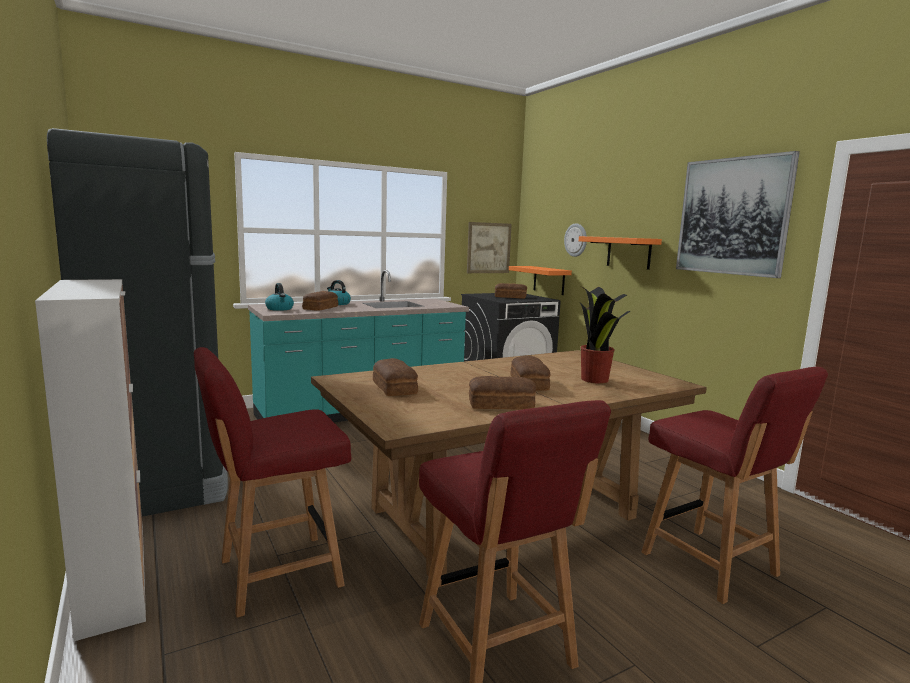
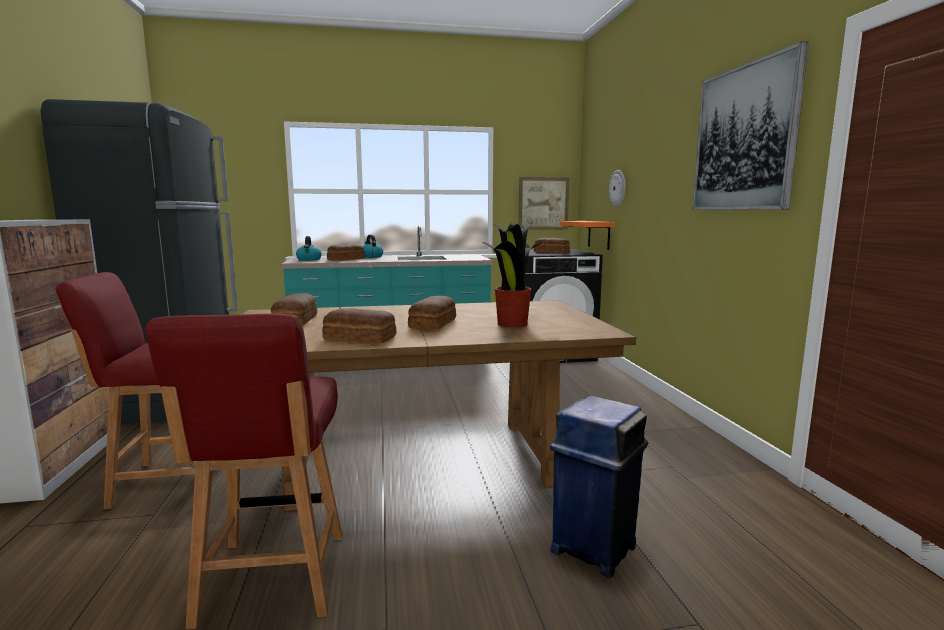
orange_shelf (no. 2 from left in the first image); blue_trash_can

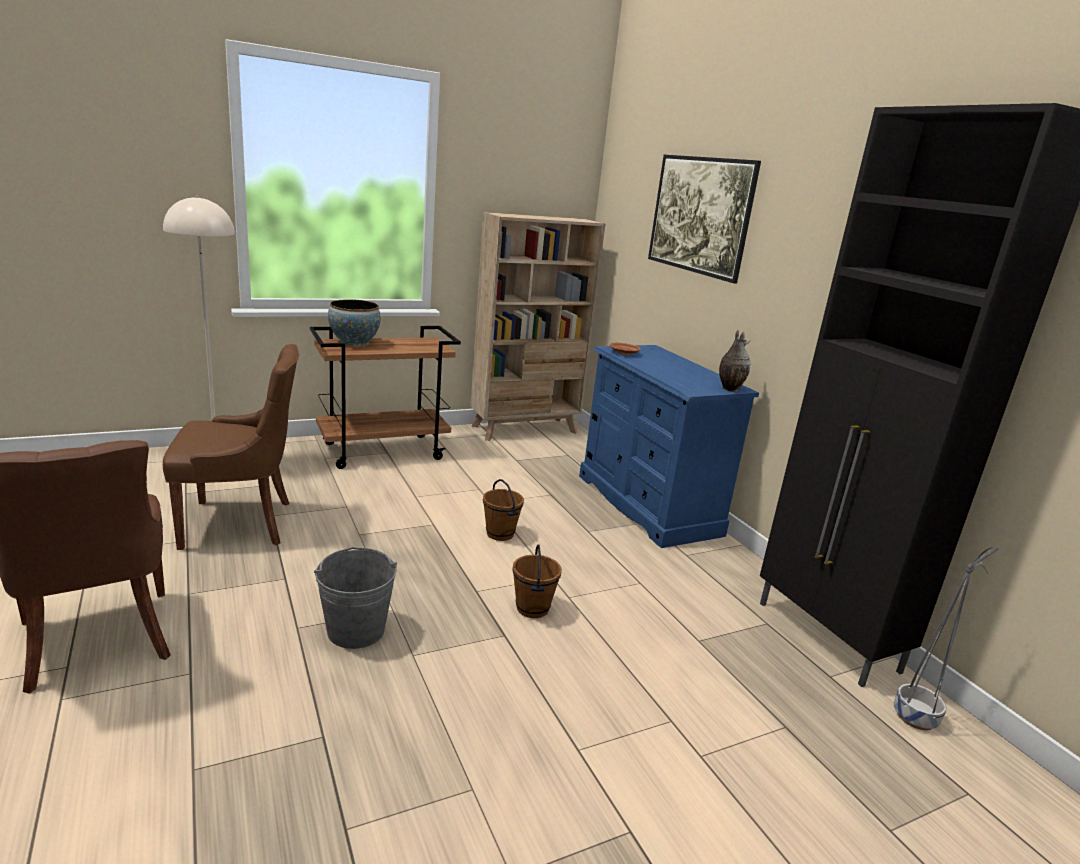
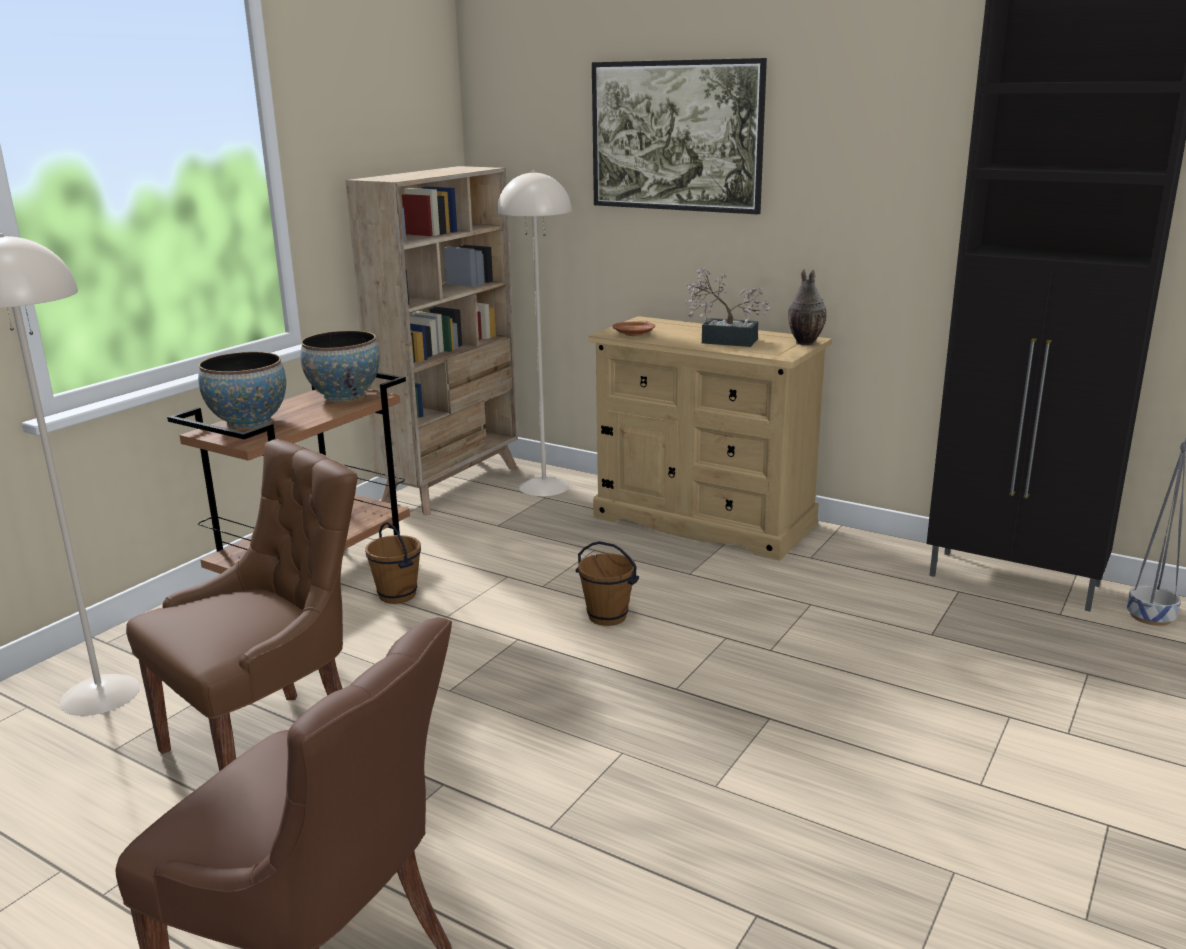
beige_dresser; brown_bucket (no. 1 from left); grey_bucket; beige_floor_lamp (no. 2 from left); potted_plant; bowl (no. 2 from left)

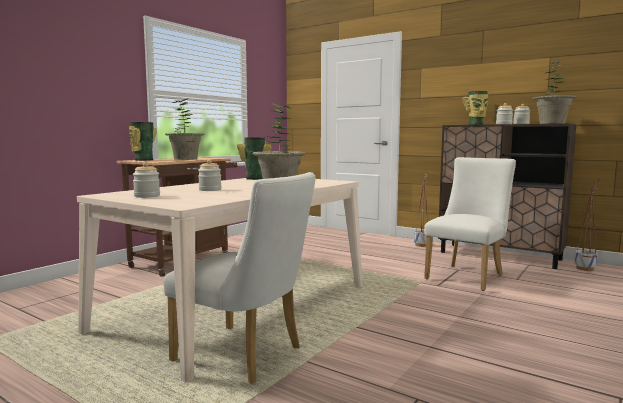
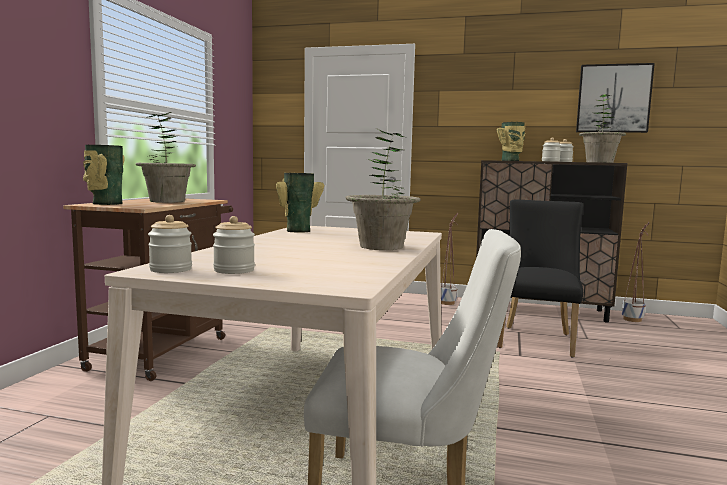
black_chair; jar (no. 1 from left); picture

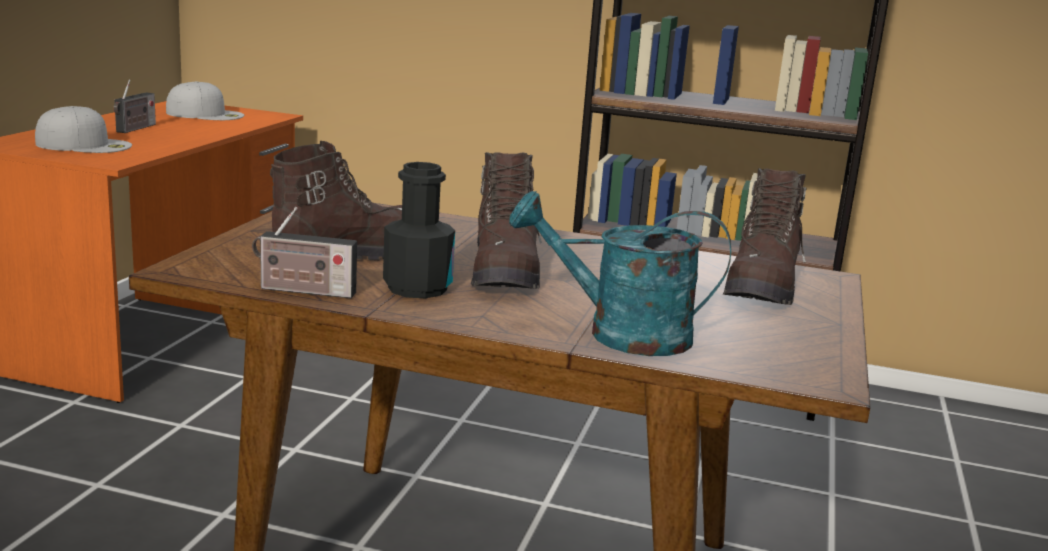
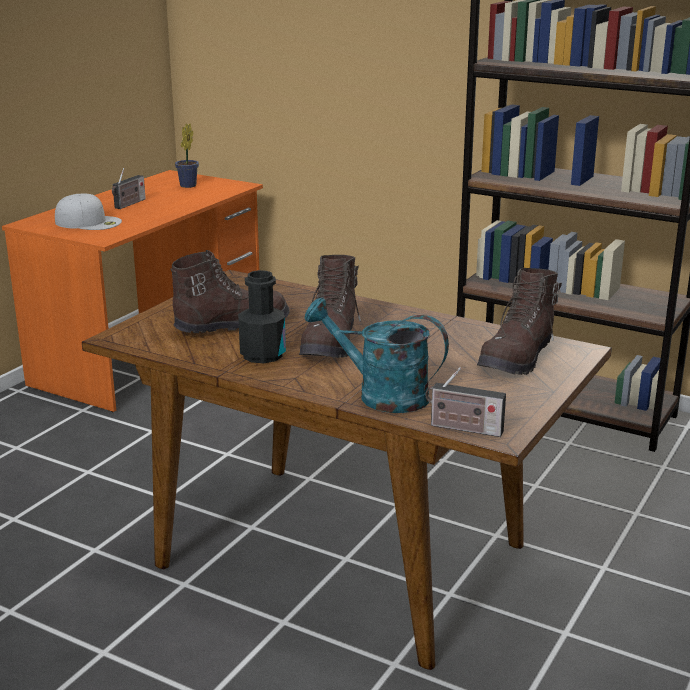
potted_plant; radio (no. 2 from left)

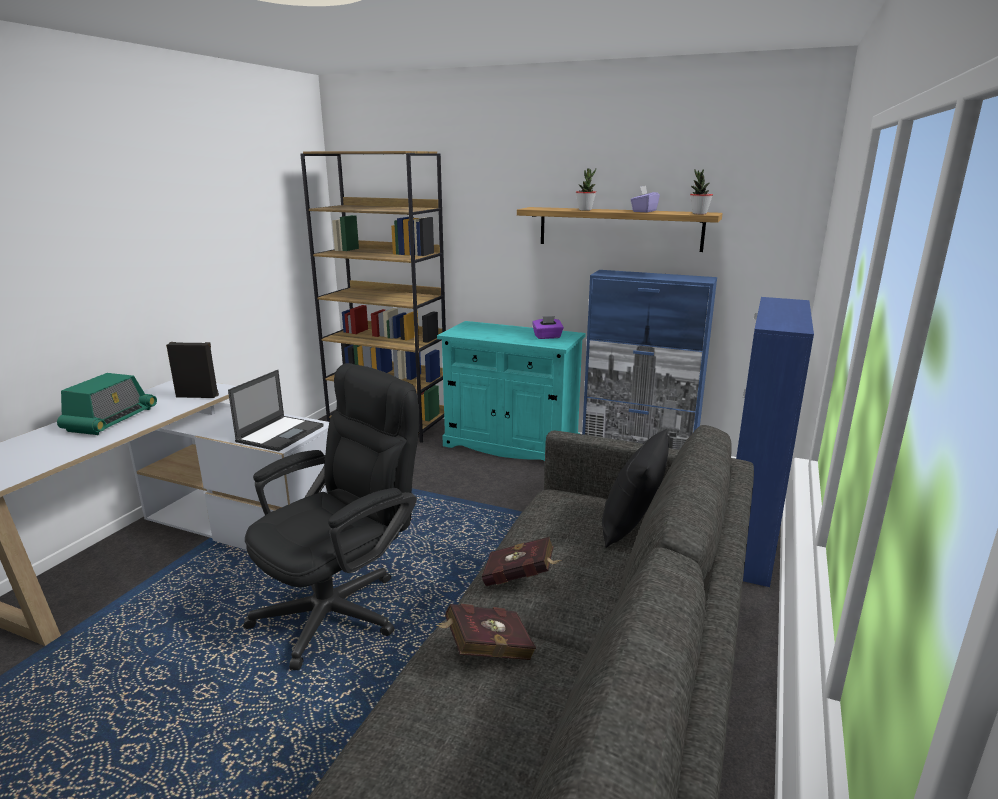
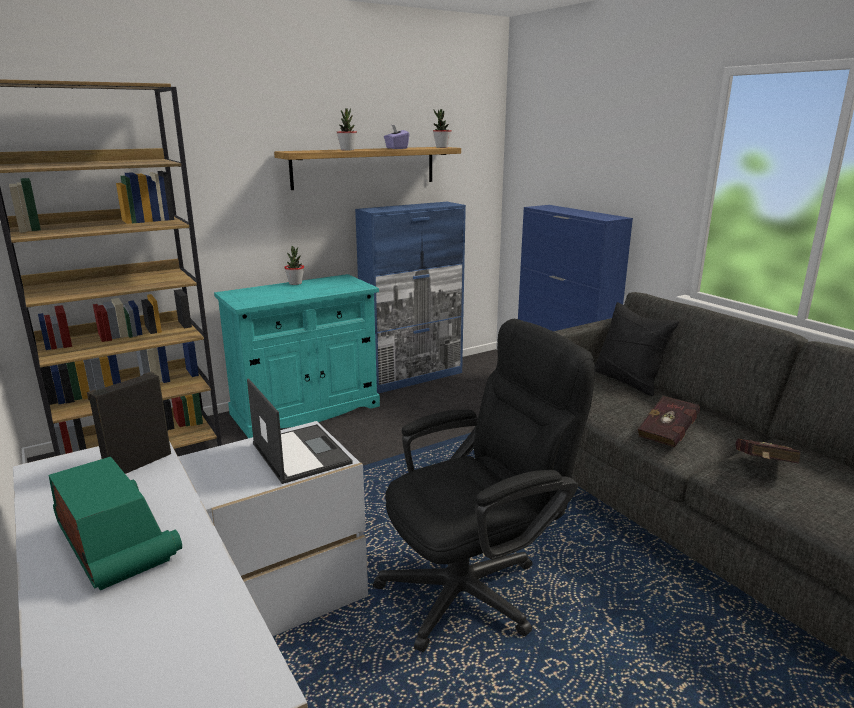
purple_tissue_box (no. 1 from left in the first image); black_office_chair; potted_plant (no. 1 from left)

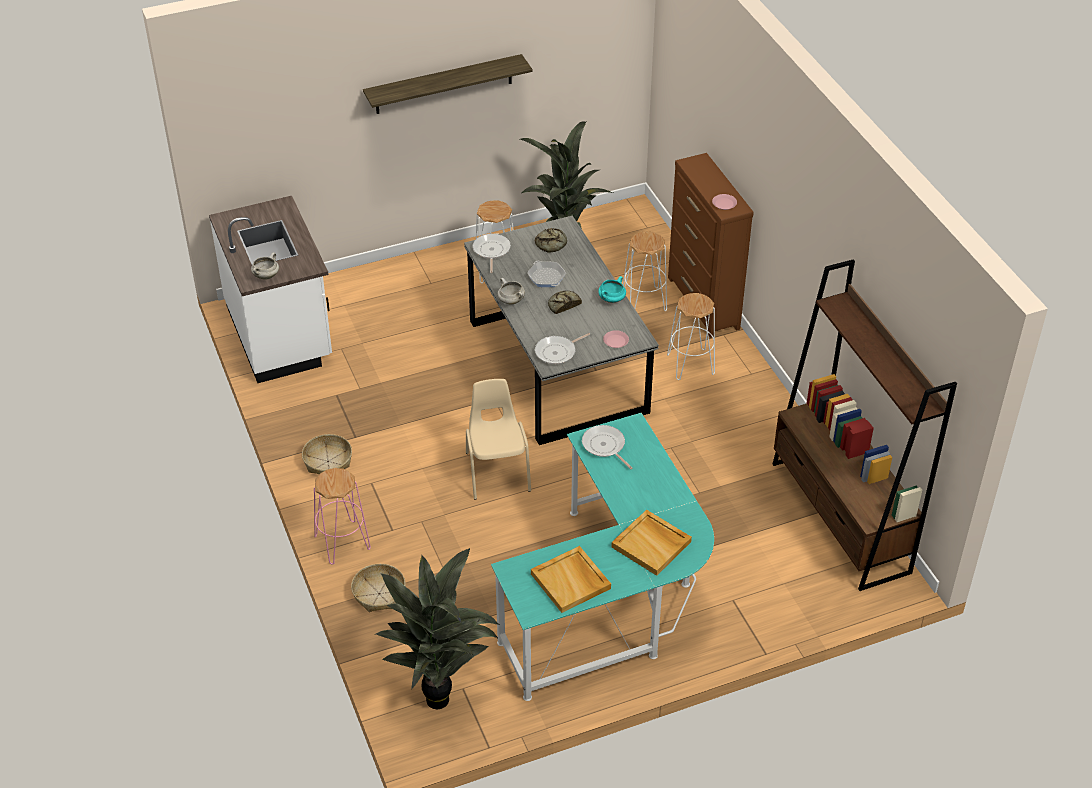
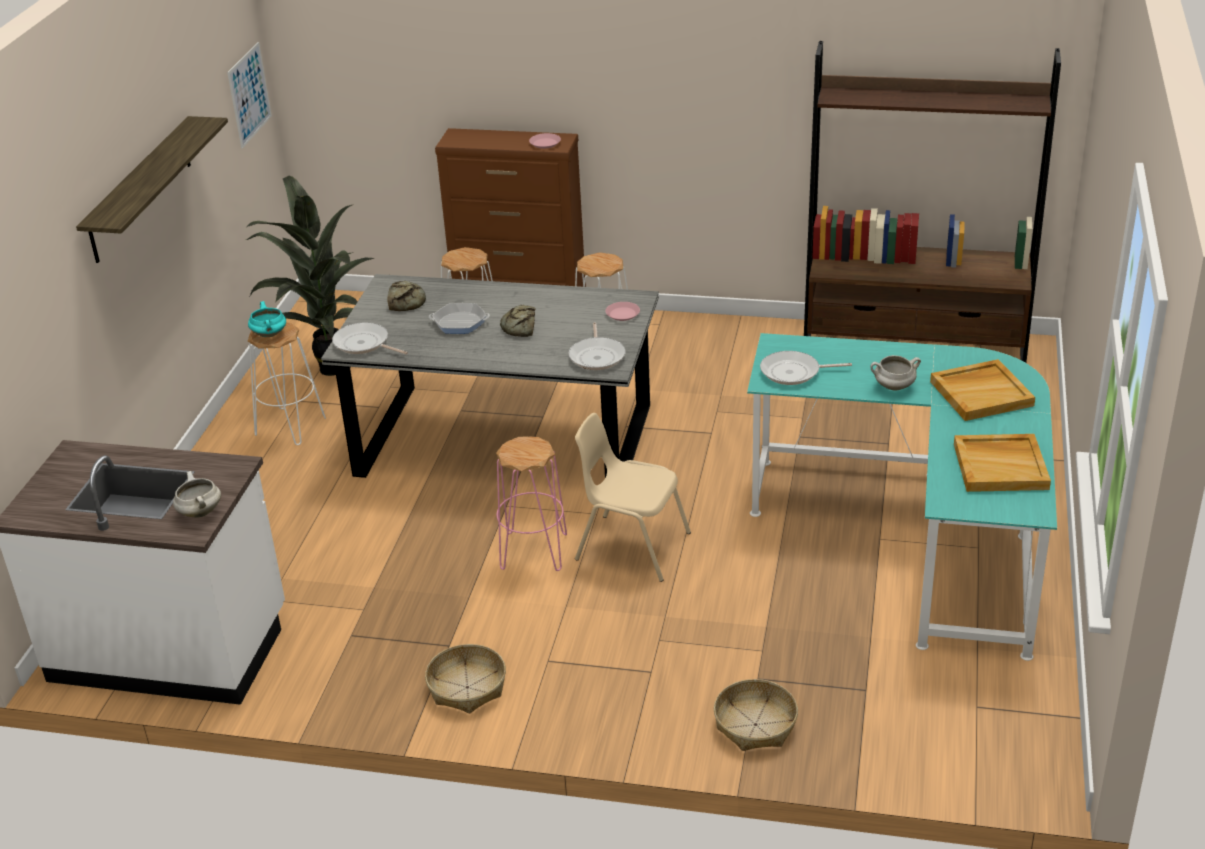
turquoise_cooking_pot; white_cooking_pot (no. 2 from left); pink_stool; potted_plant (no. 1 from left in the first image); picture

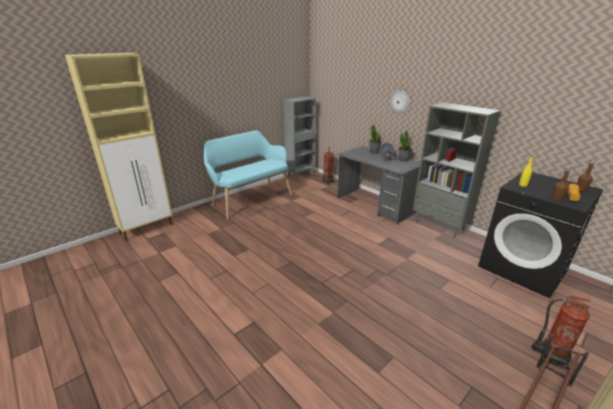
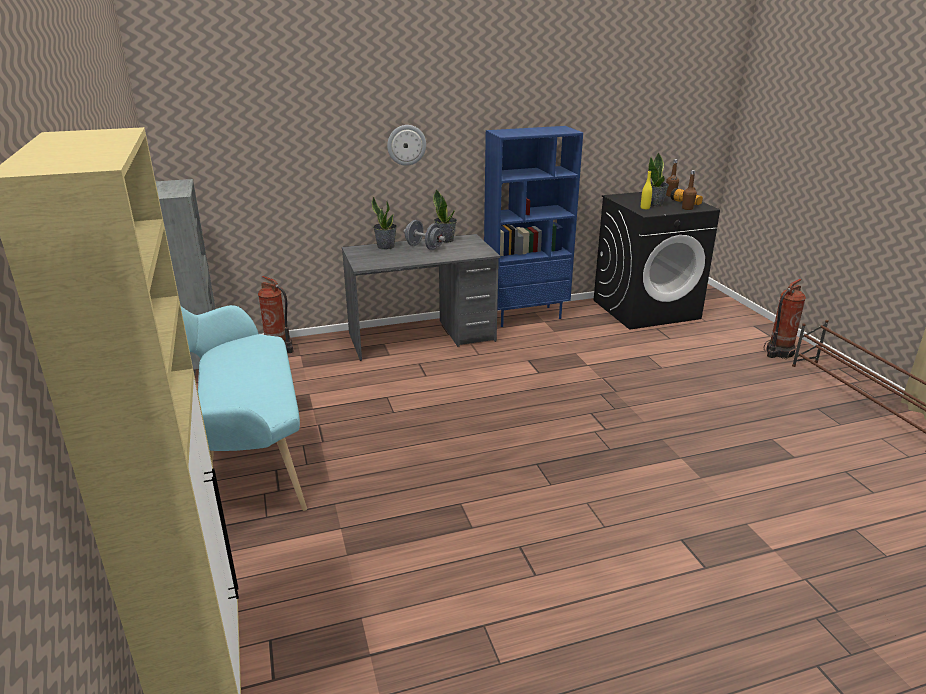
blue_bookcase; potted_plant (no. 3 from left)

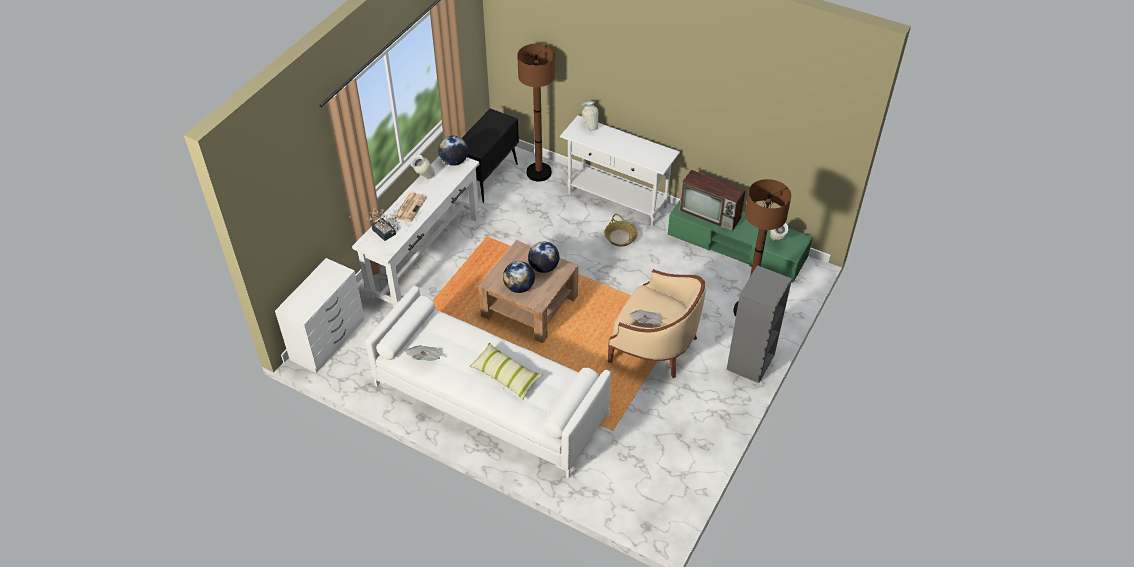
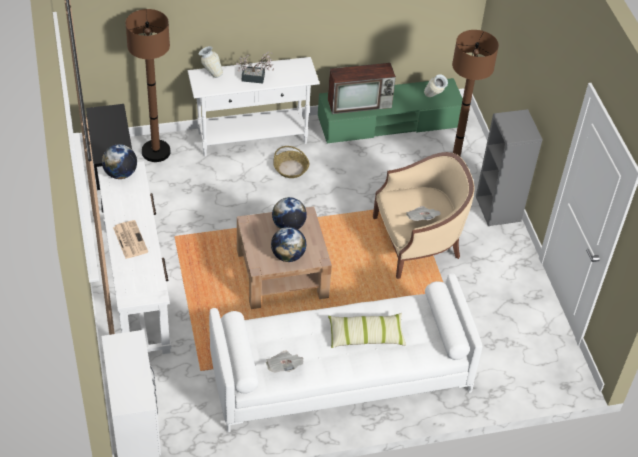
vase (no. 1 from left in the first image); potted_plant

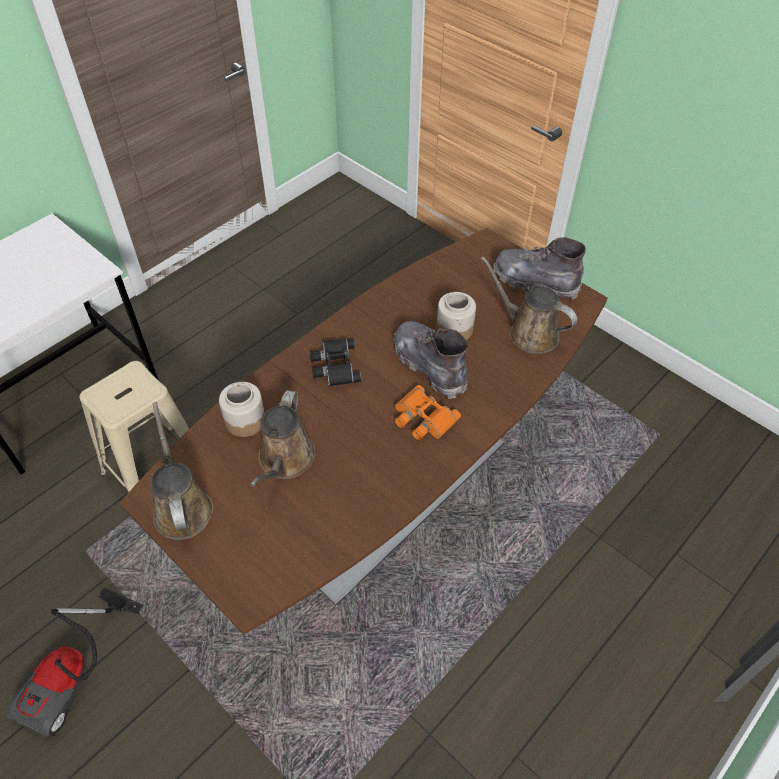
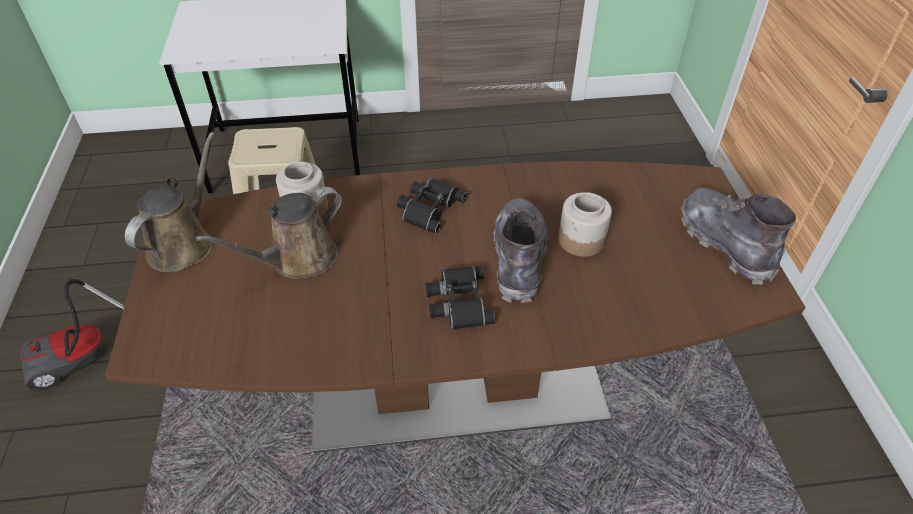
brown_watering_can (no. 3 from left in the first image); black_binoculars (no. 2 from left)

